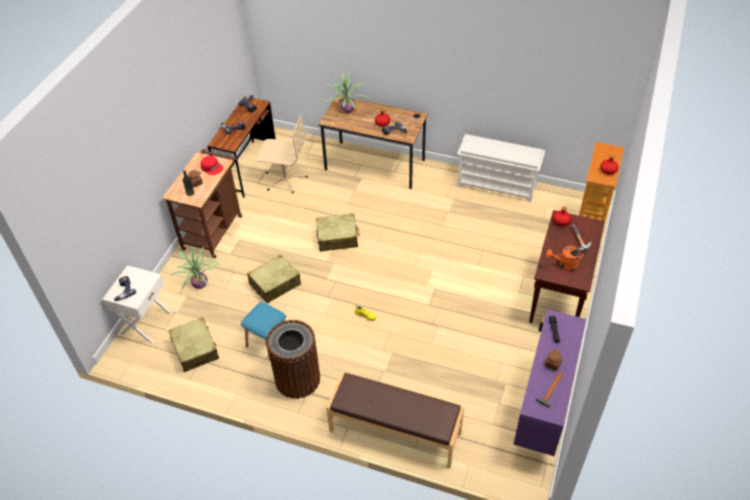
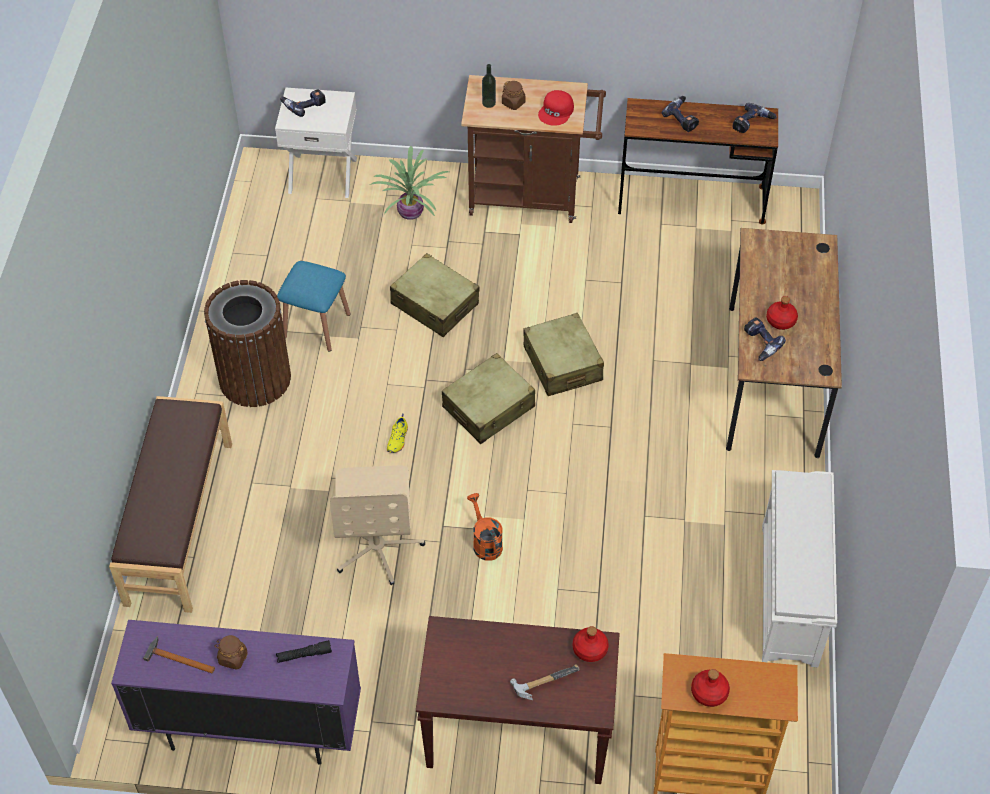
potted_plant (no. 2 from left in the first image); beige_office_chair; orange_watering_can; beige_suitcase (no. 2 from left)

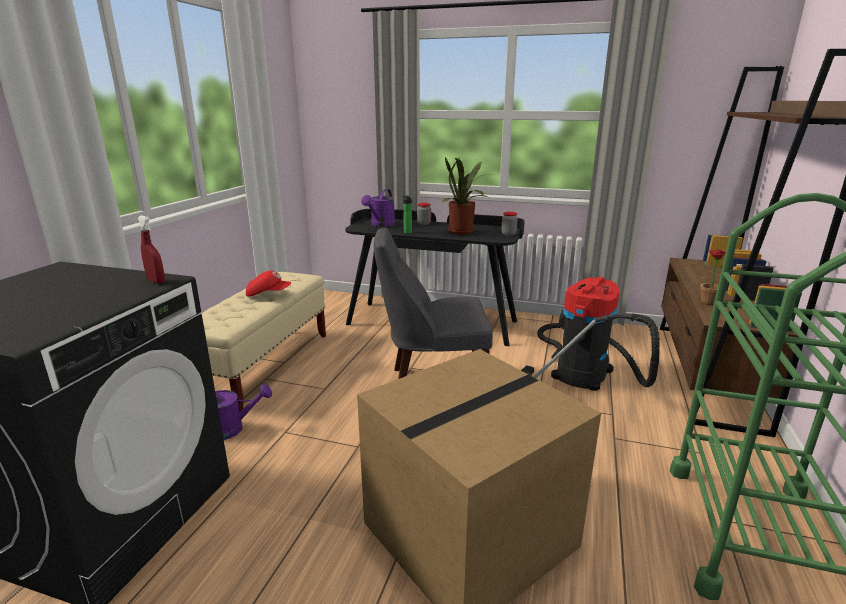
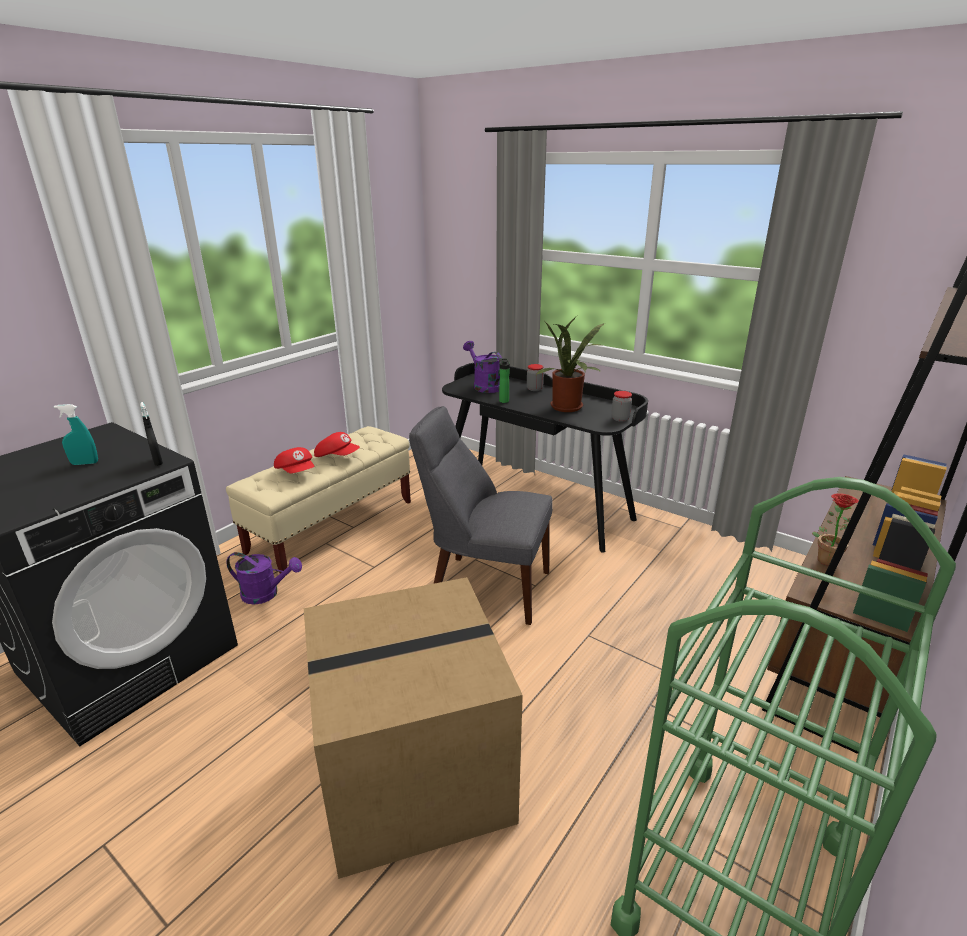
purple_watering_can (no. 2 from left); black_spray_bottle; vacuum_cleaner; turquoise_spray_bottle; red_cap (no. 1 from left)

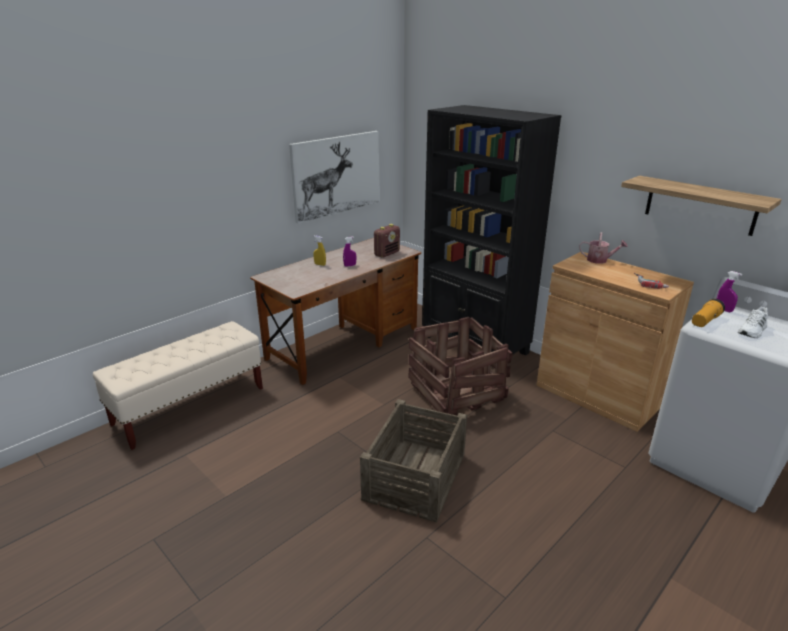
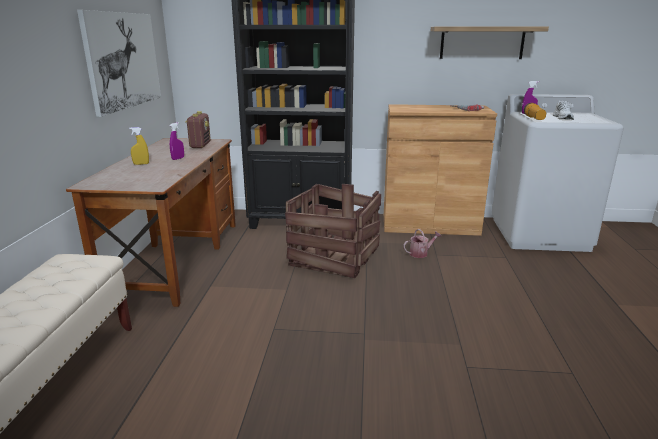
watering_can; crate (no. 1 from left in the first image)

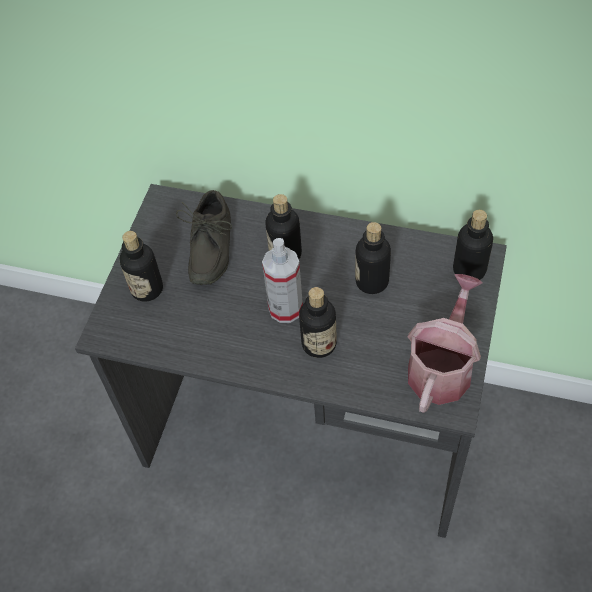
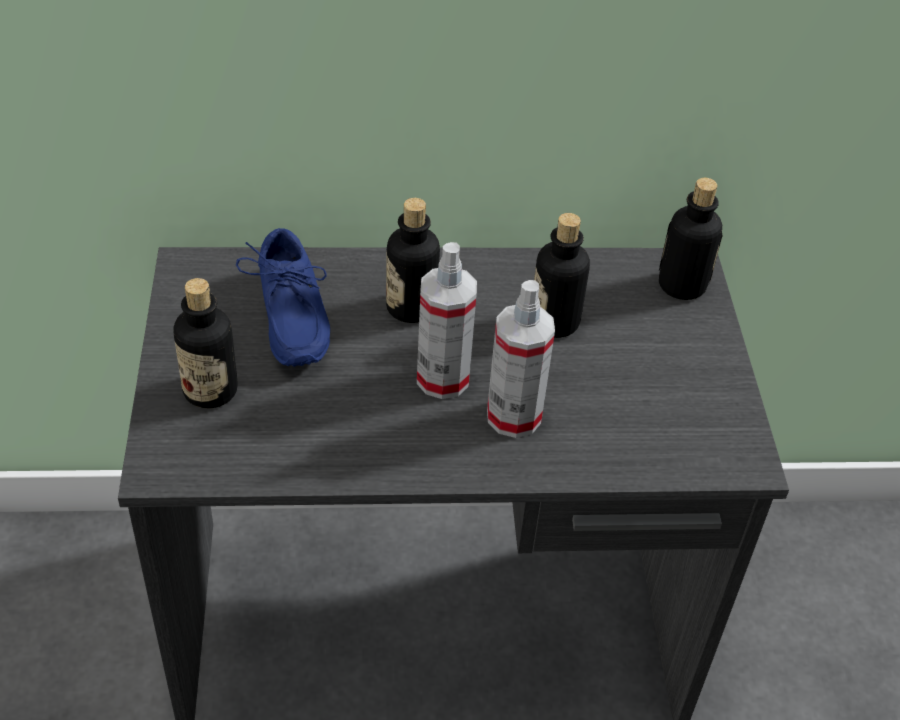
blue_shoe; watering_can; spray_bottle (no. 2 from left)

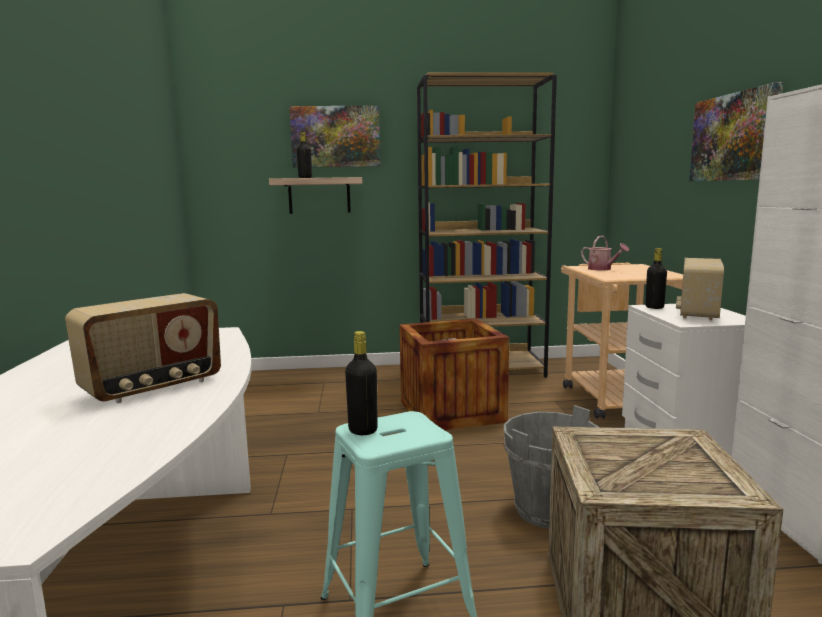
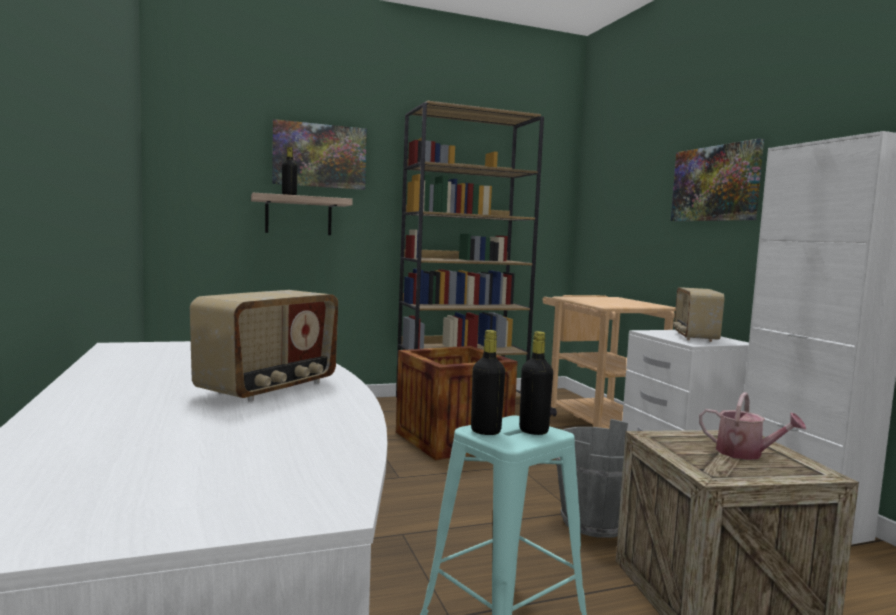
watering_can; black_bottle (no. 3 from left)

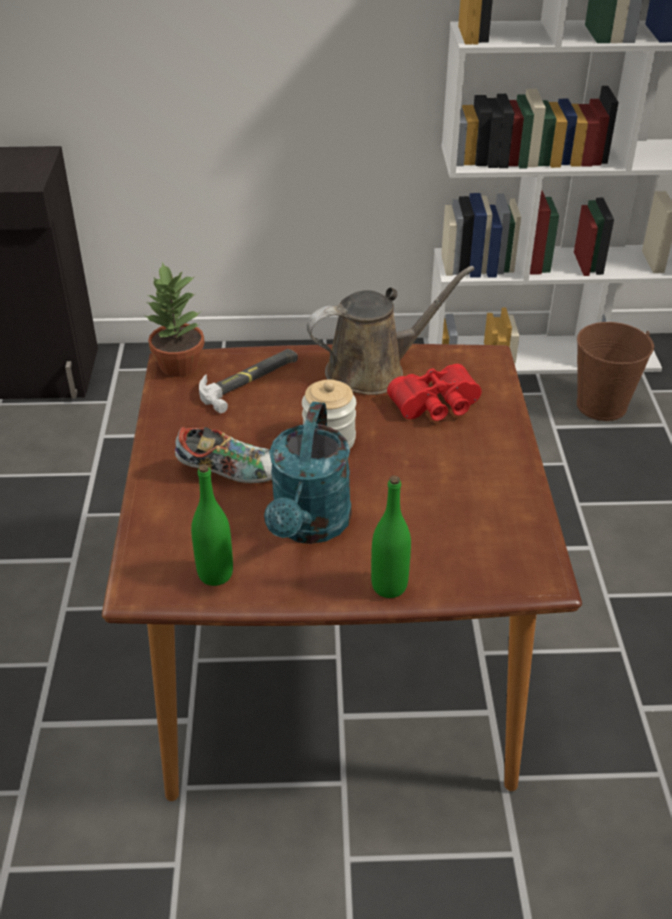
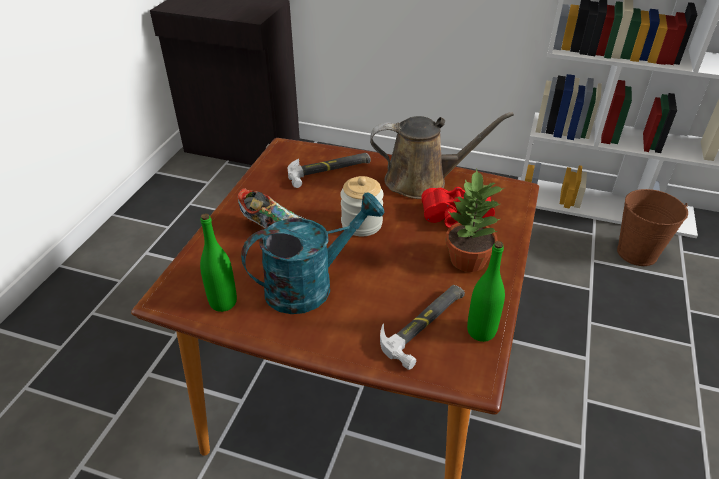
potted_plant; turquoise_watering_can; green_bottle (no. 2 from left); hammer (no. 2 from left)

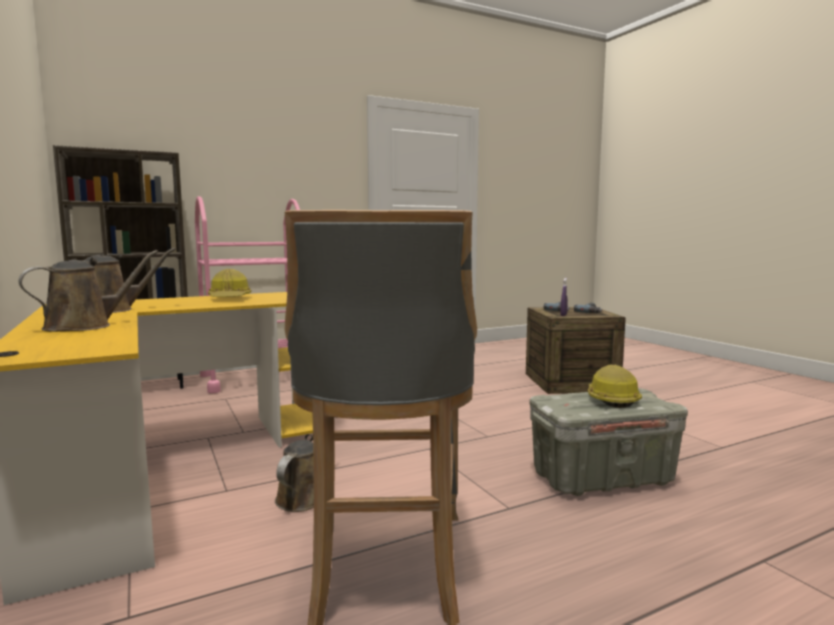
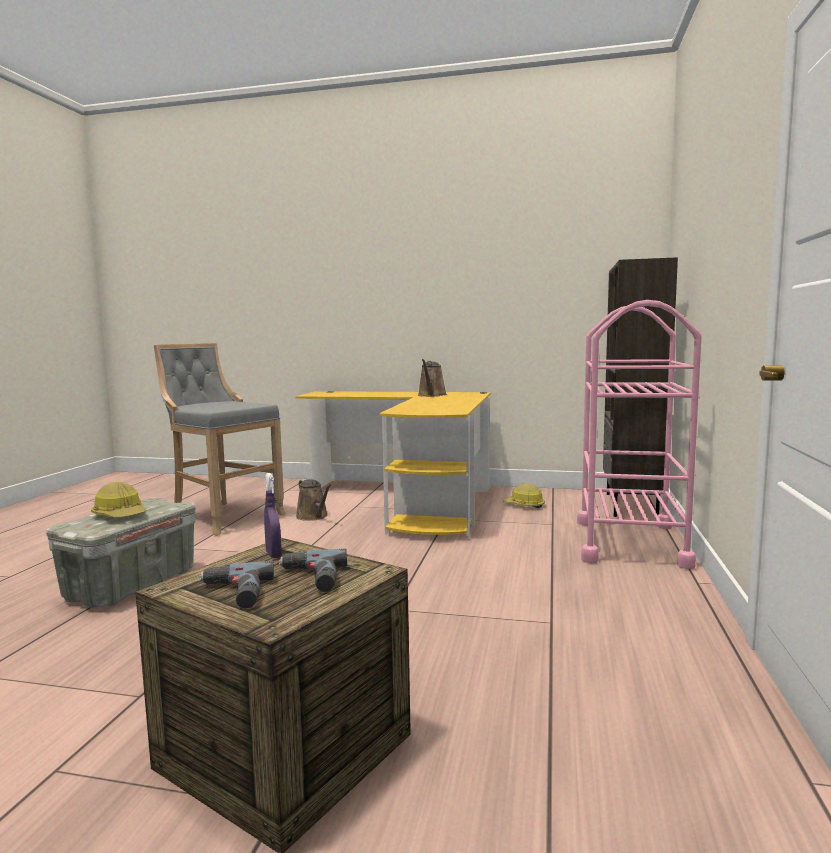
brown_watering_can (no. 1 from left in the first image); hard_hat (no. 2 from left)

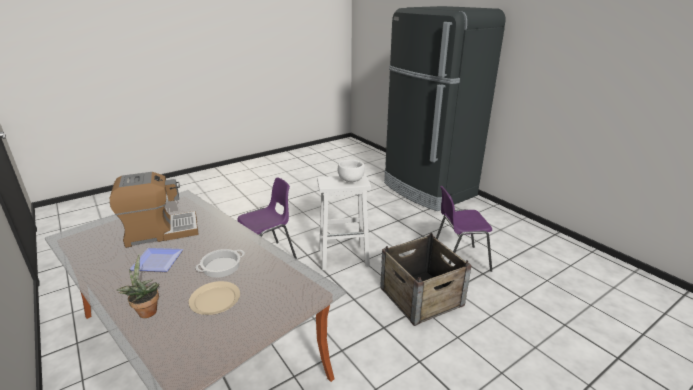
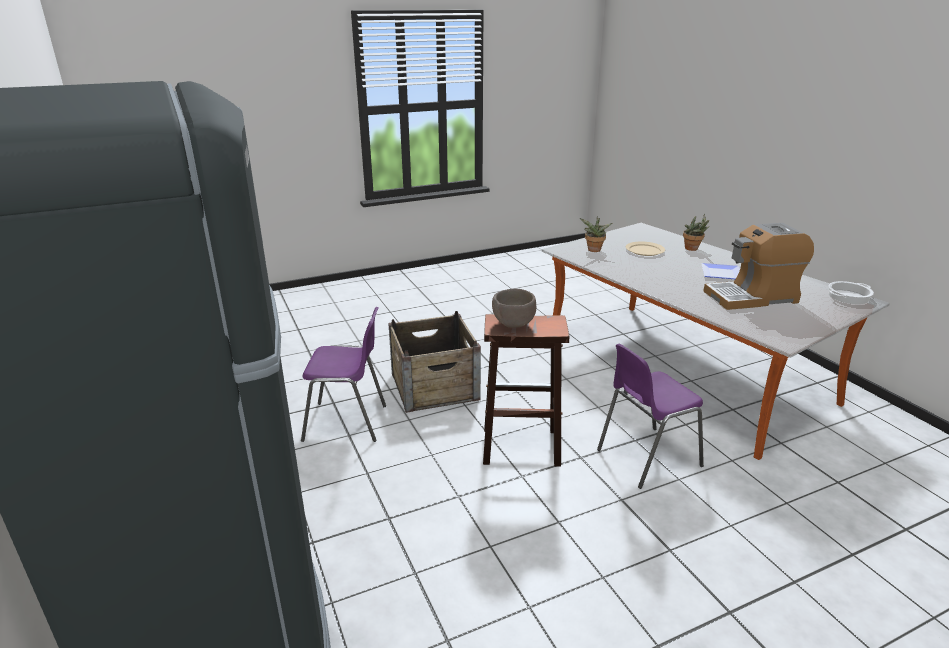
brown_bowl; brown_stool; cooking_pot; potted_plant (no. 1 from left)

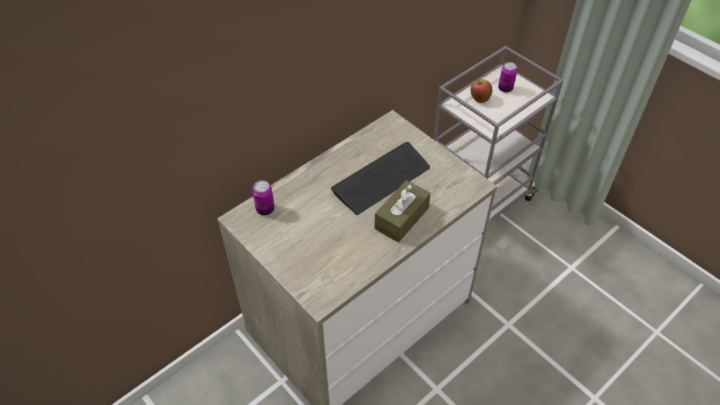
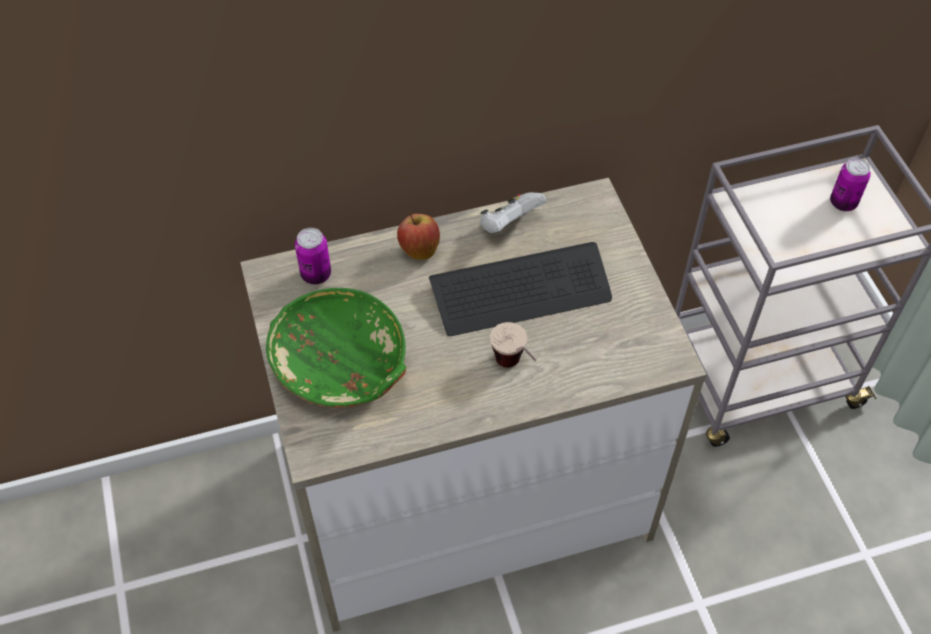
apple; cup; white_game_controller; green_bowl

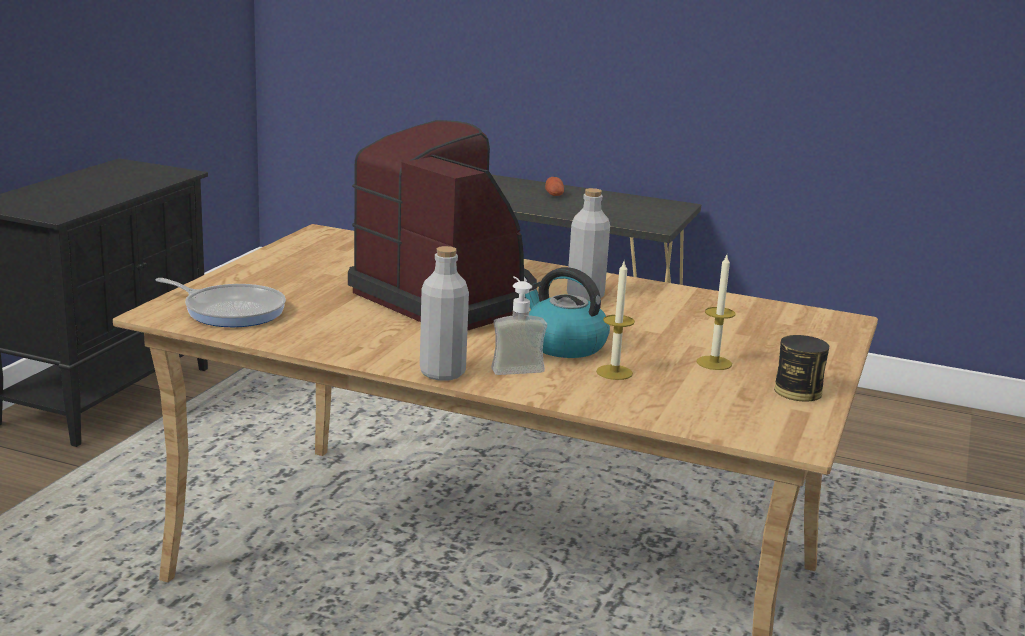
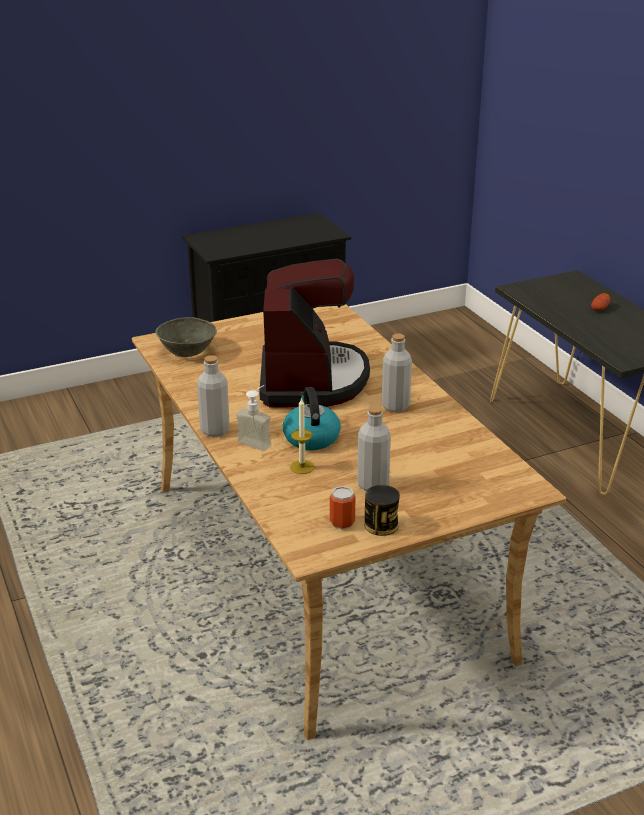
grey_bottle (no. 2 from left); grey_bowl; can (no. 1 from left)

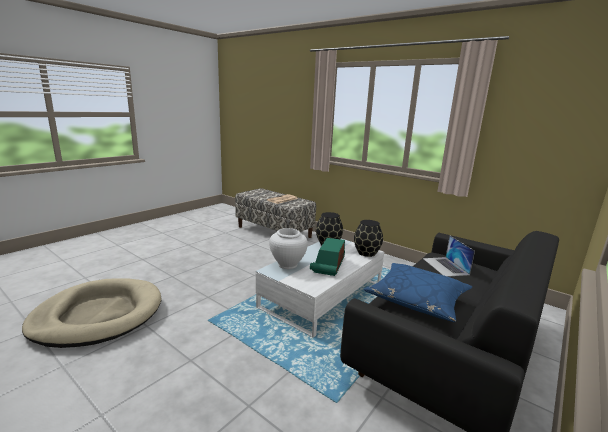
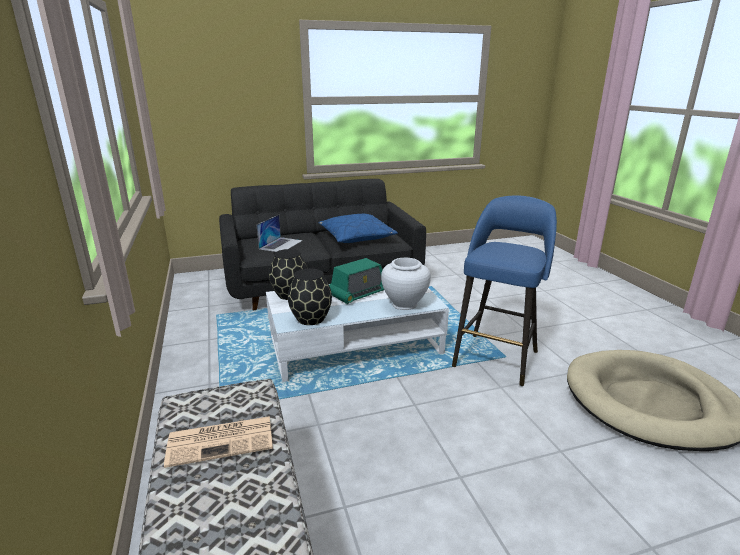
blue_stool

